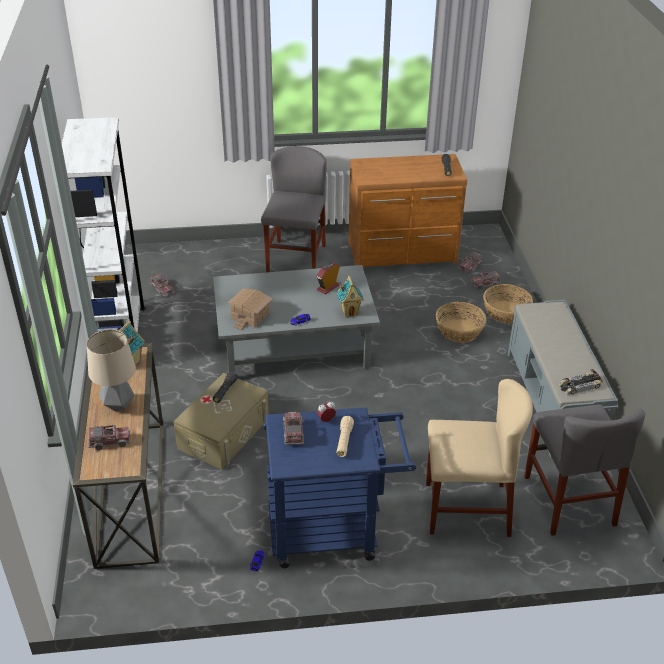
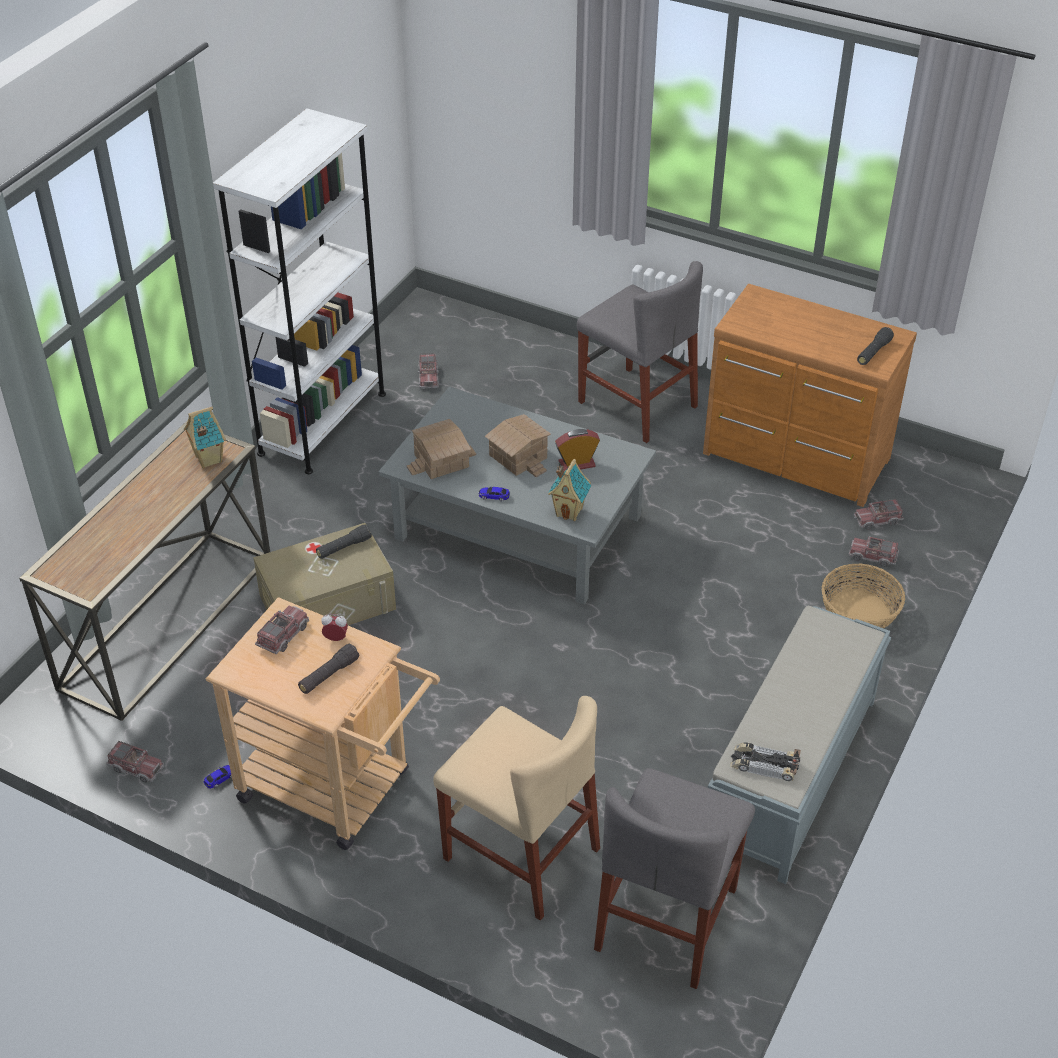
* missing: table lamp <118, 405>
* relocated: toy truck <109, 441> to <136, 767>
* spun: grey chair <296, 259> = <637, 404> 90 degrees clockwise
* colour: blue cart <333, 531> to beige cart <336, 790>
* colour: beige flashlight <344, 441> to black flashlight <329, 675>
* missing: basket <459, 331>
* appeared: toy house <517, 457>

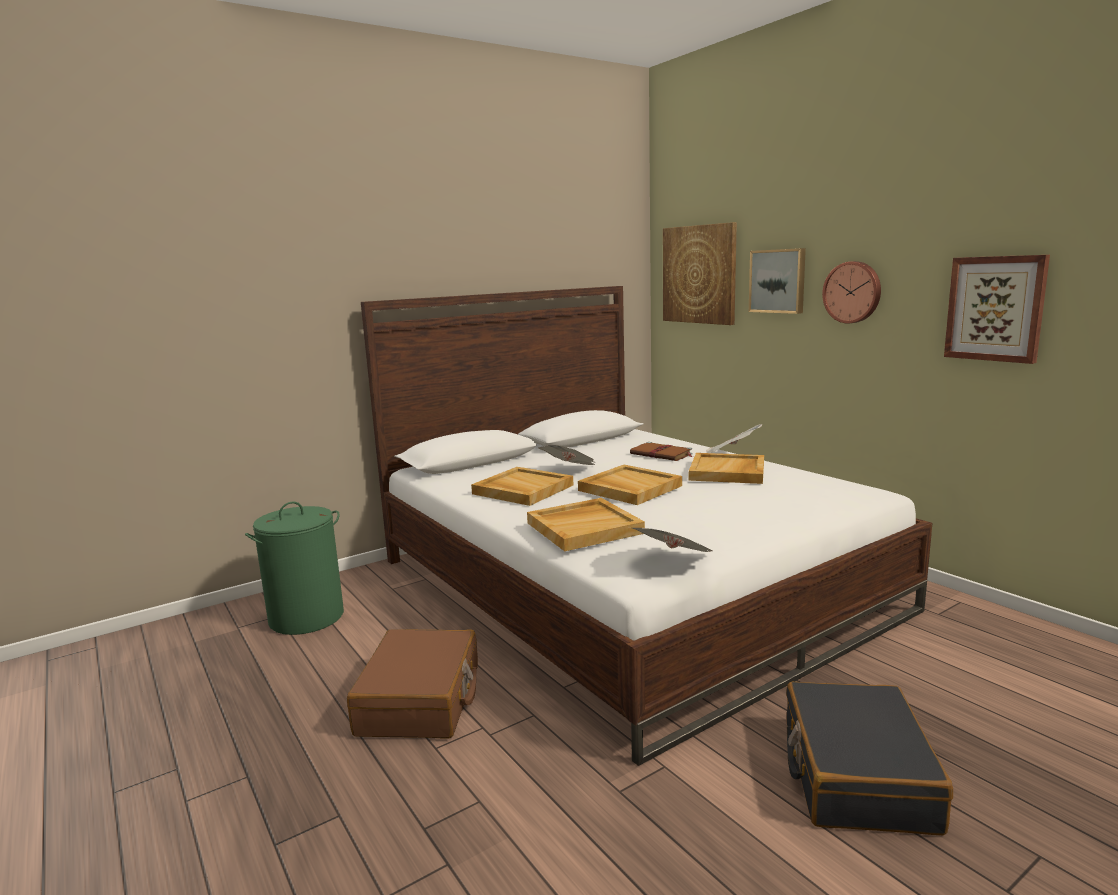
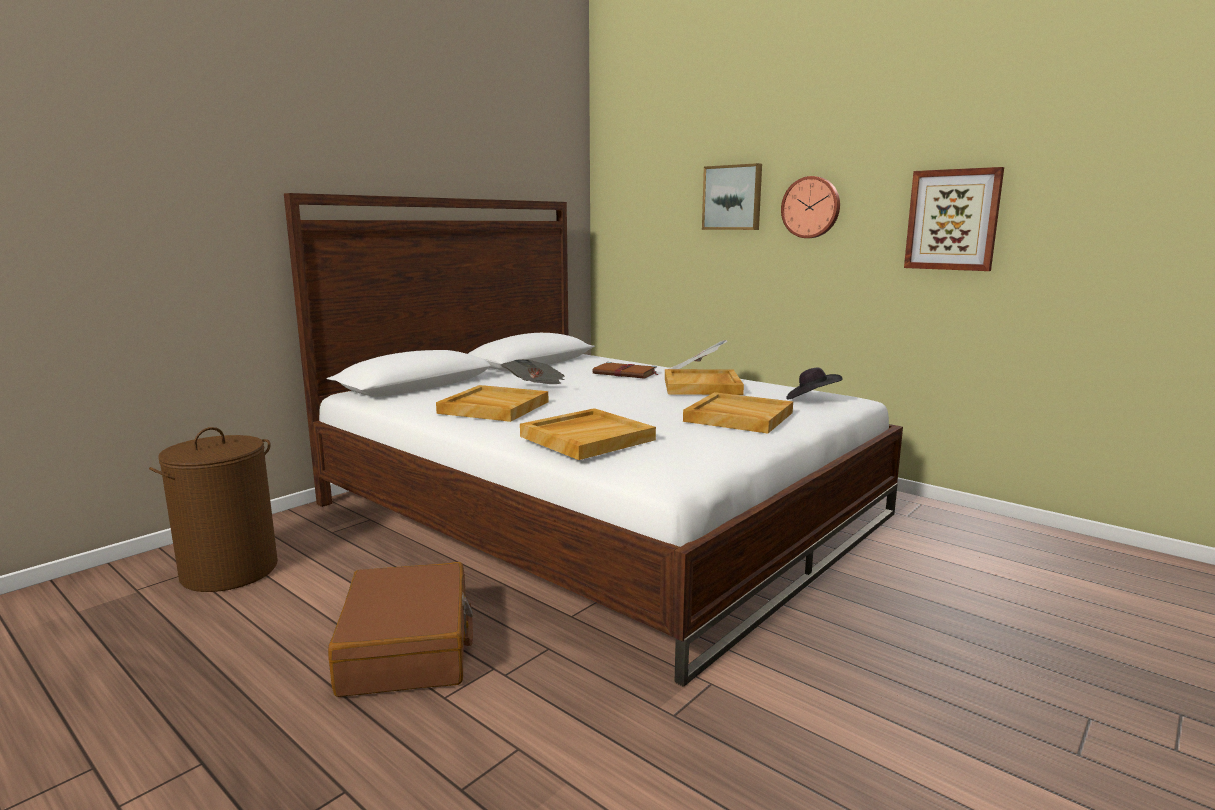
* colour: green laundry basket <307, 617> to brown laundry basket <230, 570>
* relocated: beige tray <629, 488> to <737, 417>
* missing: newspaper <675, 562>
* missing: picture <699, 274>
* missing: black suitcase <856, 775>
* appeared: black hat <811, 399>

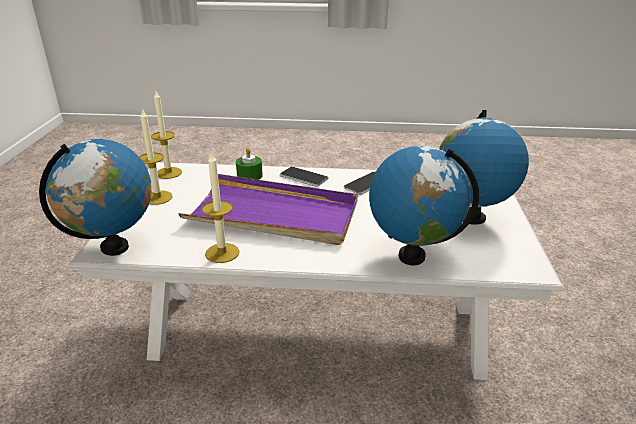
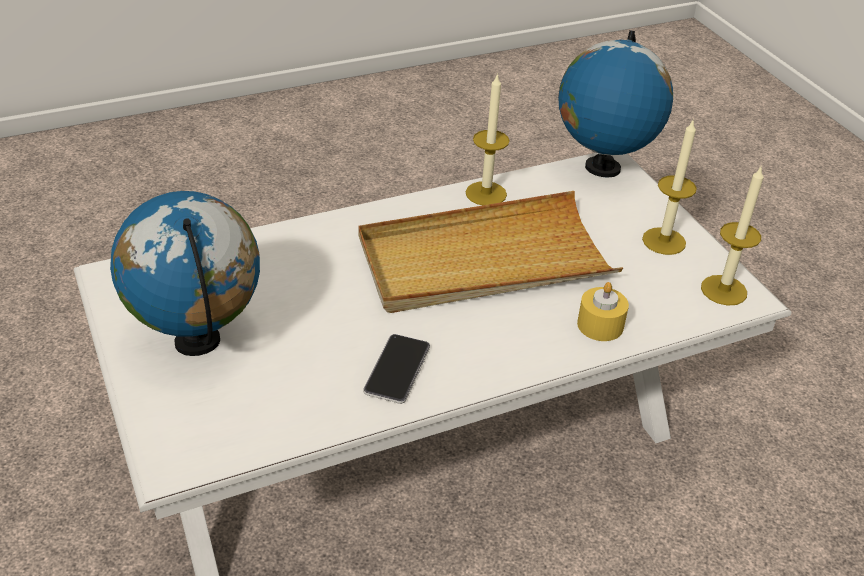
* colour: purple tray <273, 214> to beige tray <484, 260>
* colour: green candle <249, 176> to yellow candle <600, 325>
* missing: phone <303, 177>
* missing: globe <412, 256>

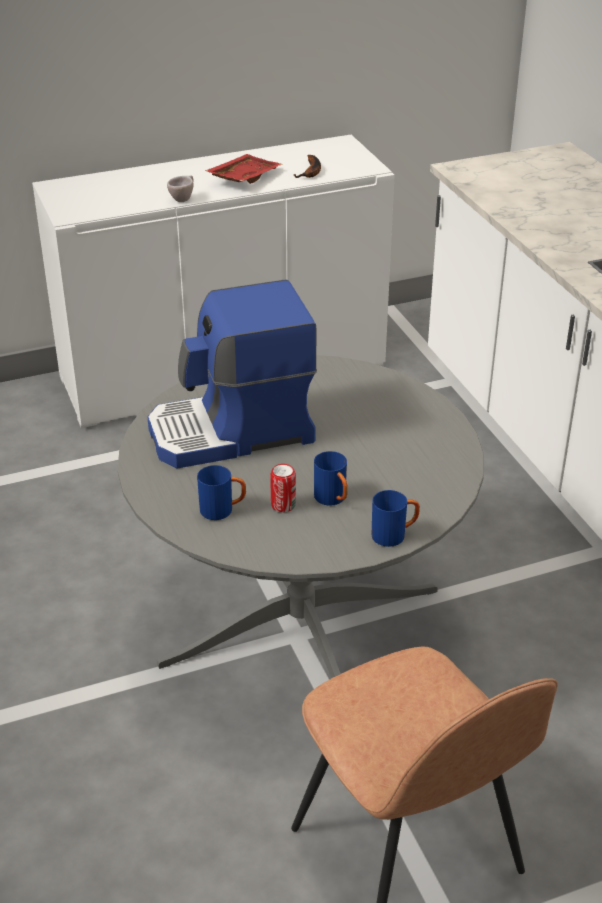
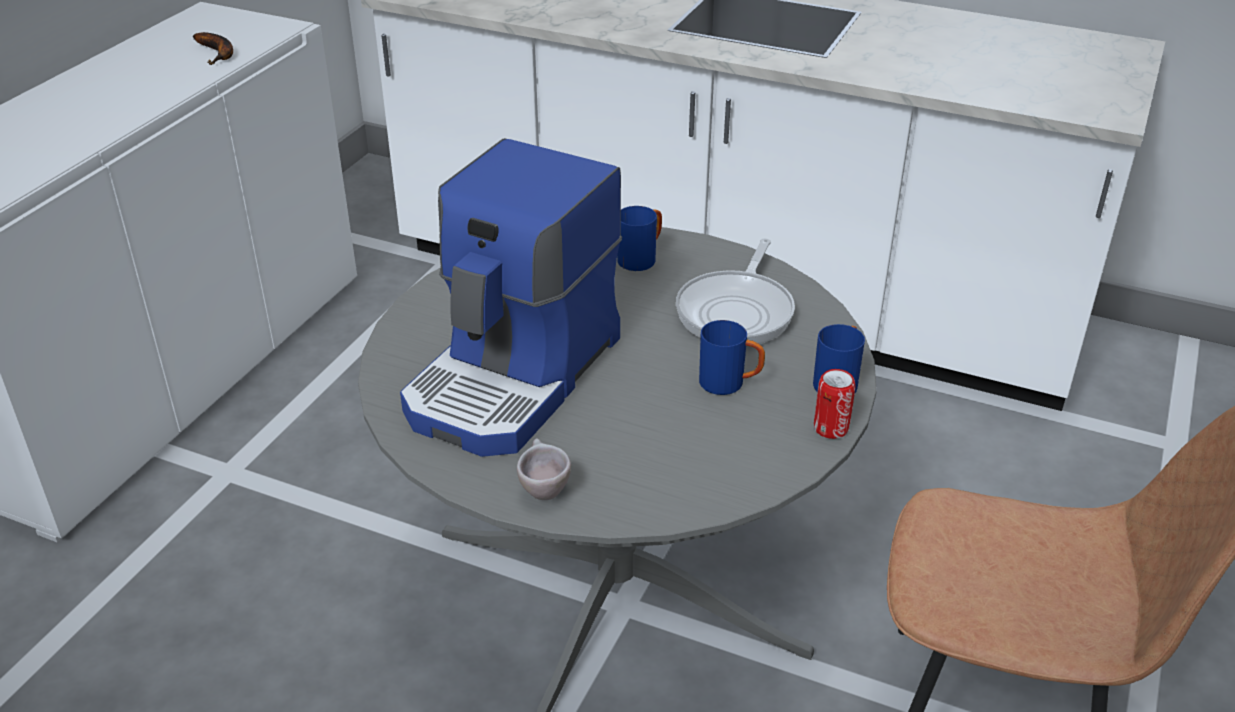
* relocated: beige cup <183, 199> to <542, 489>
* relocated: blue mug <223, 510> to <641, 258>
* missing: red tray <243, 178>
* relocated: can <283, 505> to <831, 428>
* appeared: frying pan <737, 311>

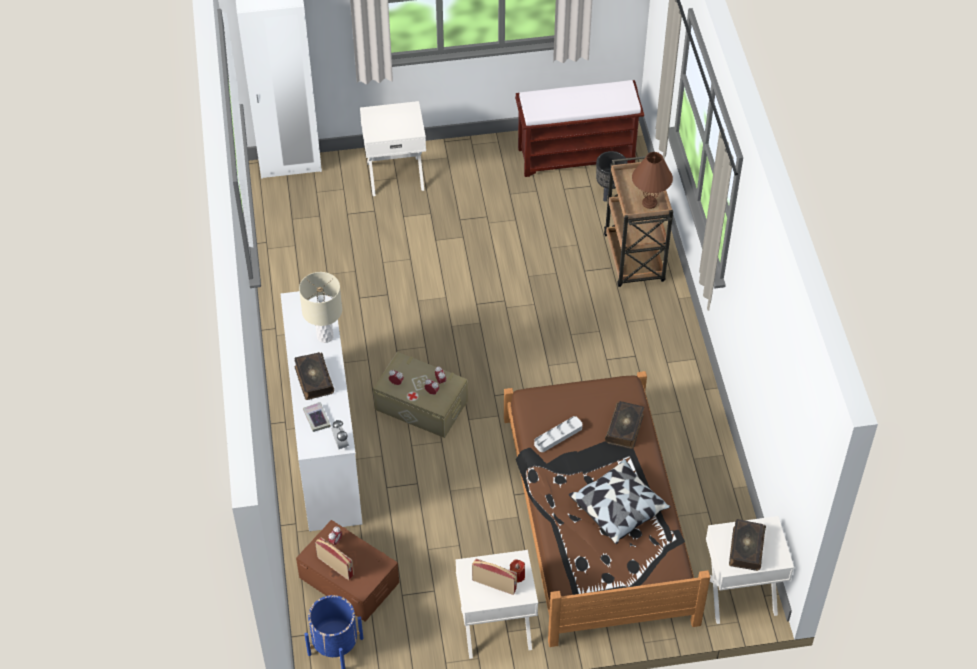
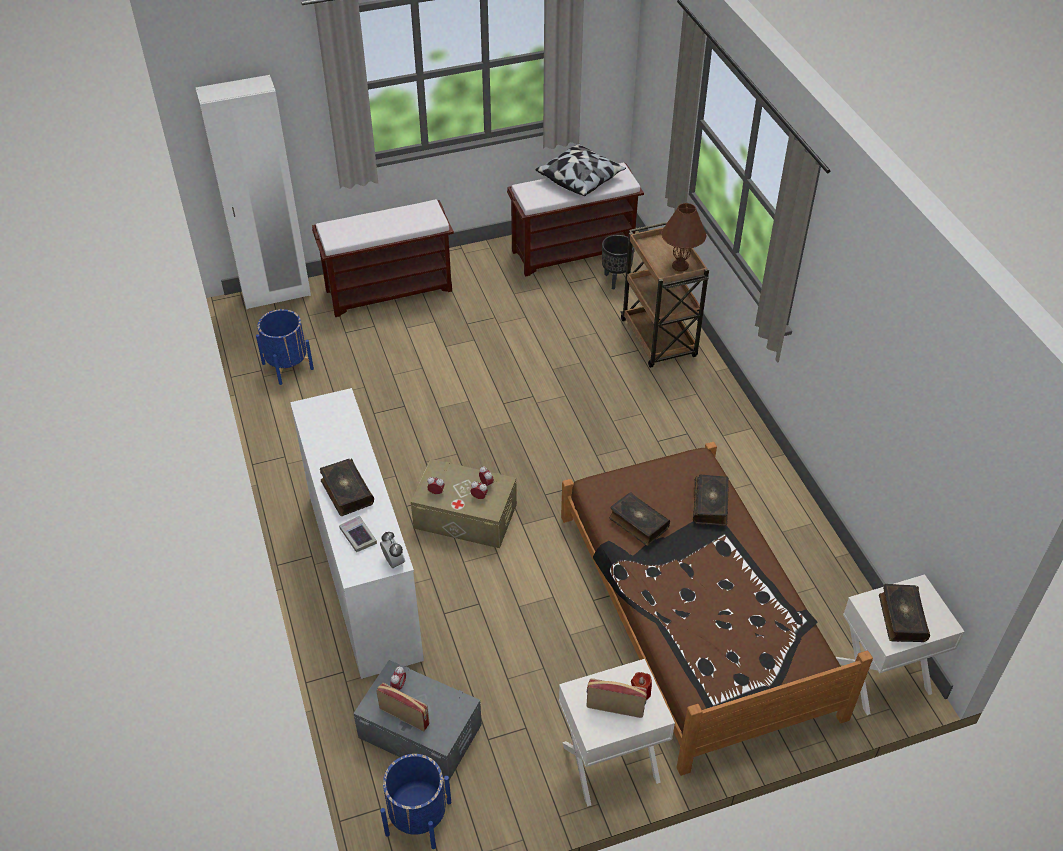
* colour: brown storage box <349, 580> to grey storage box <420, 731>
* missing: beige table lamp <325, 336>
* exchanged: white nightstand <395, 175> to brown bench <390, 289>
* exchanged: grey tray <558, 436> to book <638, 523>
* relocated: pillow <619, 508> to <580, 179>
* appeared: blue planter <287, 366>

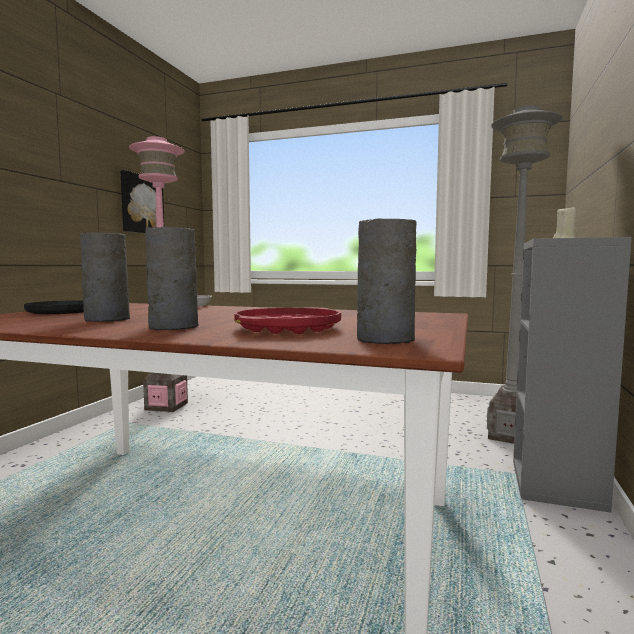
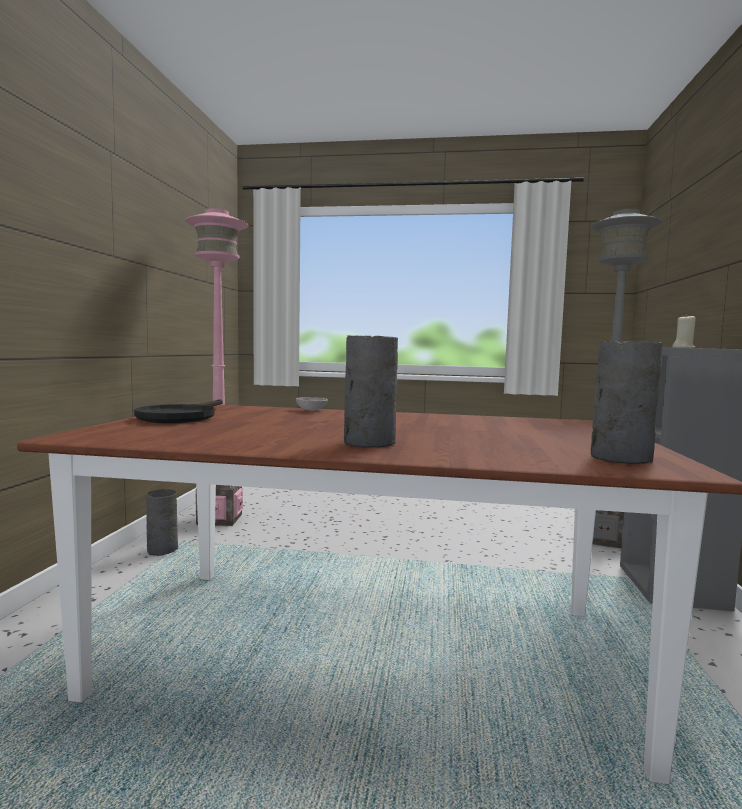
* relocated: grey vase <106, 319> to <162, 550>
* missing: picture <141, 204>
* missing: red tray <288, 328>

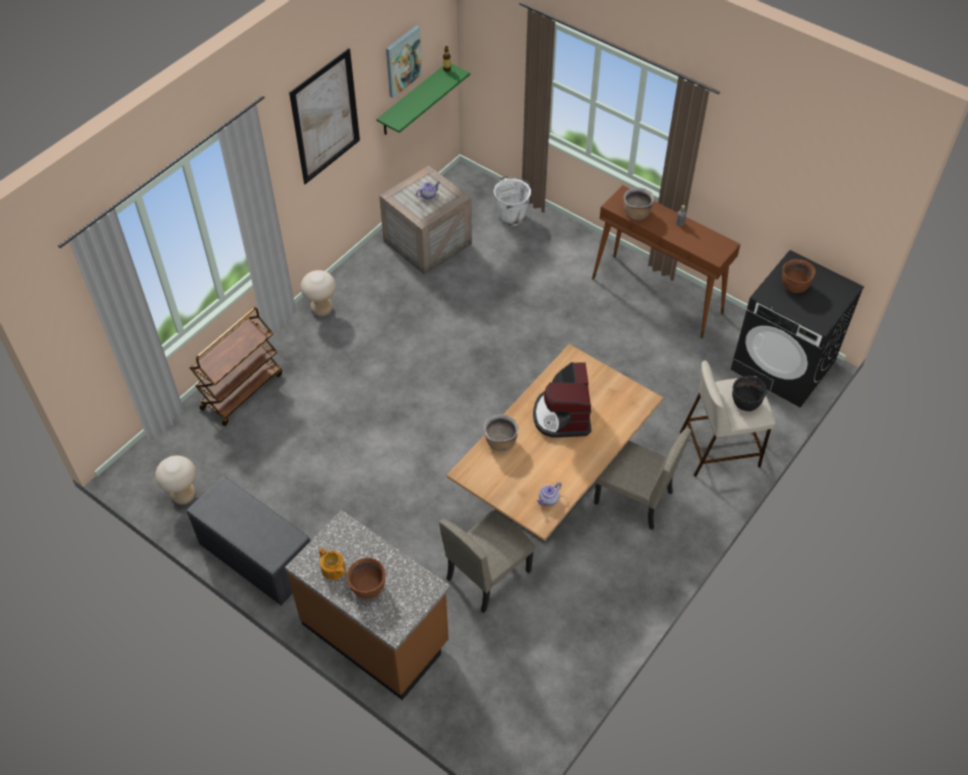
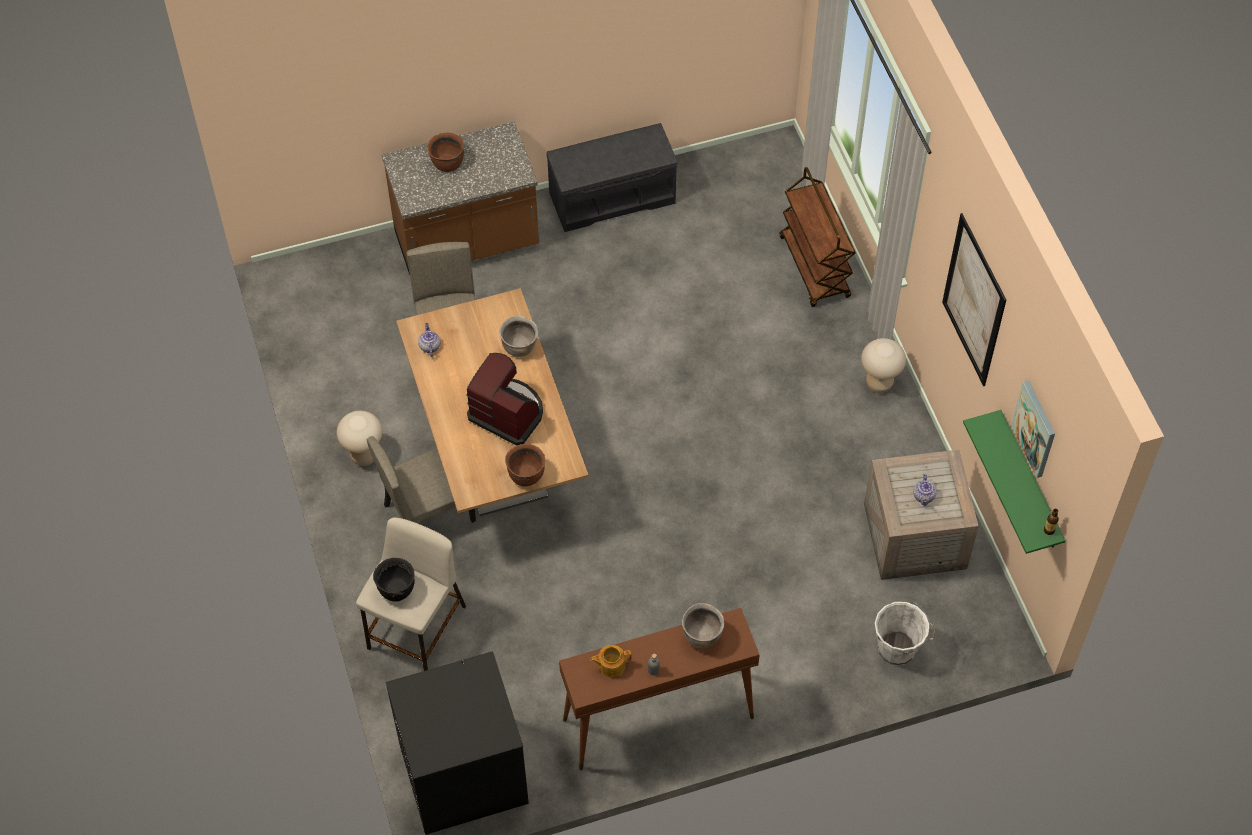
* relocated: beige stool <183, 495> to <364, 456>
* relocated: teapot <333, 570> to <611, 665>
* relocated: brown cooking pot <794, 286> to <526, 475>

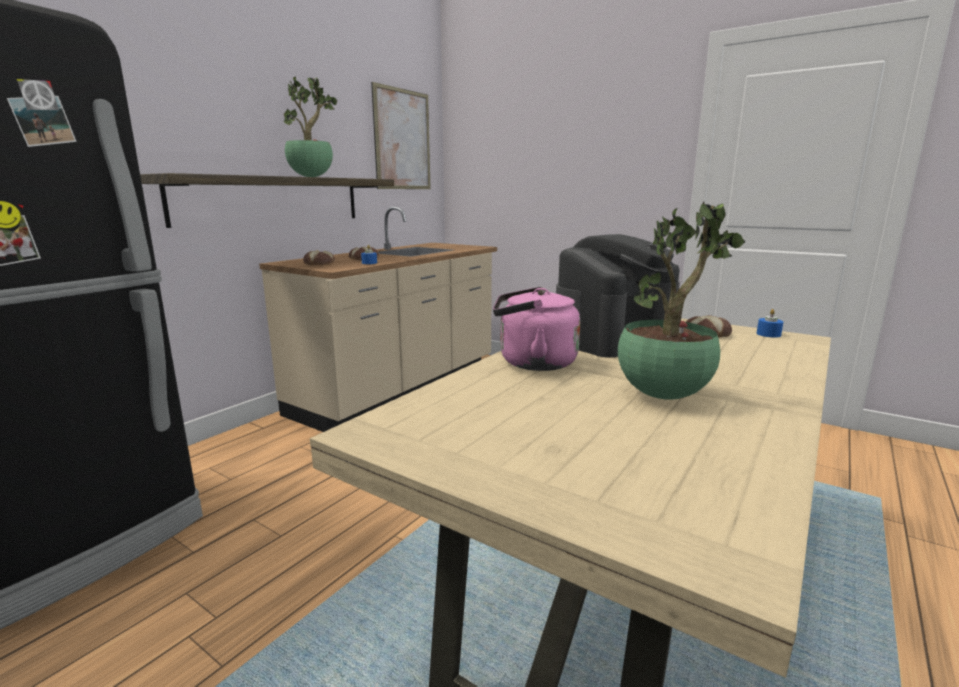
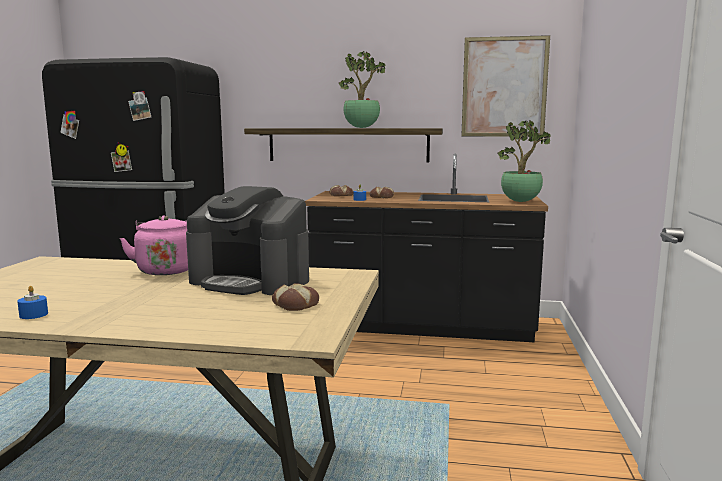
* colour: beige counter <400, 388> to black counter <421, 327>
* relocated: potted plant <664, 395> to <521, 201>
* relocated: blue candle <768, 334> to <33, 315>

